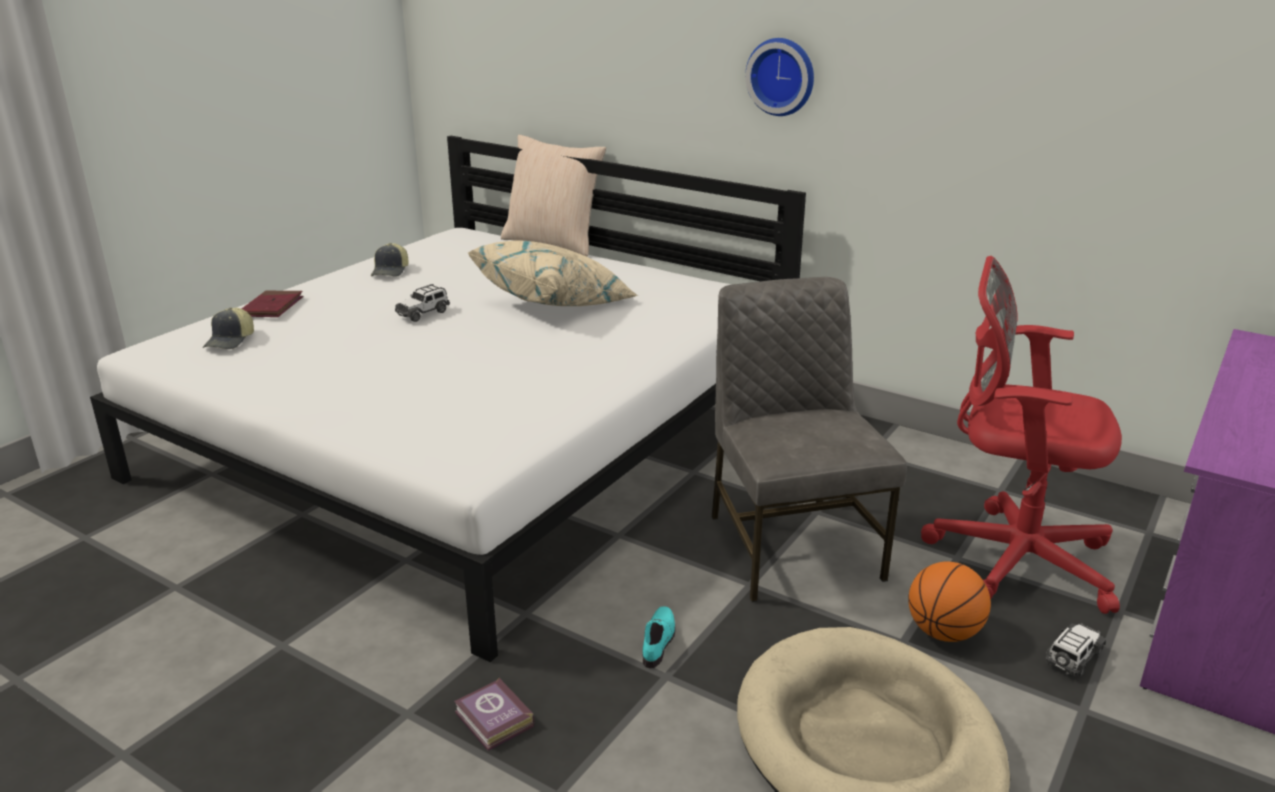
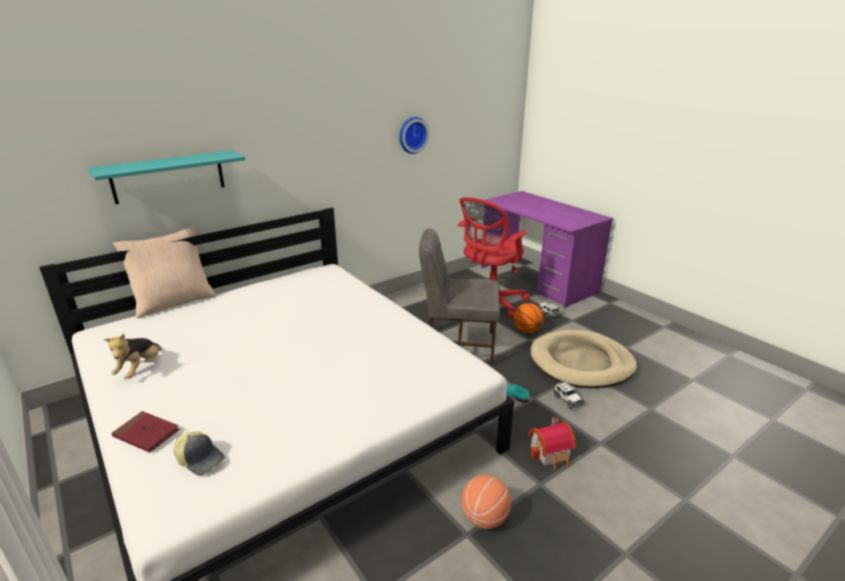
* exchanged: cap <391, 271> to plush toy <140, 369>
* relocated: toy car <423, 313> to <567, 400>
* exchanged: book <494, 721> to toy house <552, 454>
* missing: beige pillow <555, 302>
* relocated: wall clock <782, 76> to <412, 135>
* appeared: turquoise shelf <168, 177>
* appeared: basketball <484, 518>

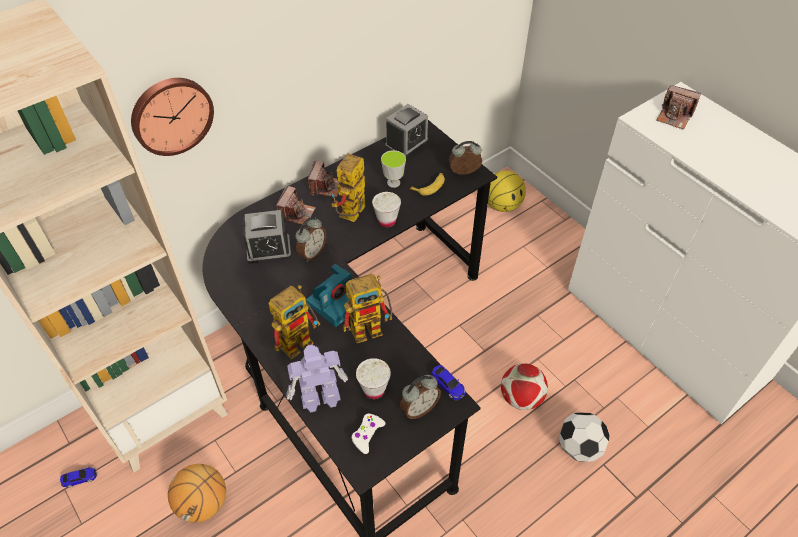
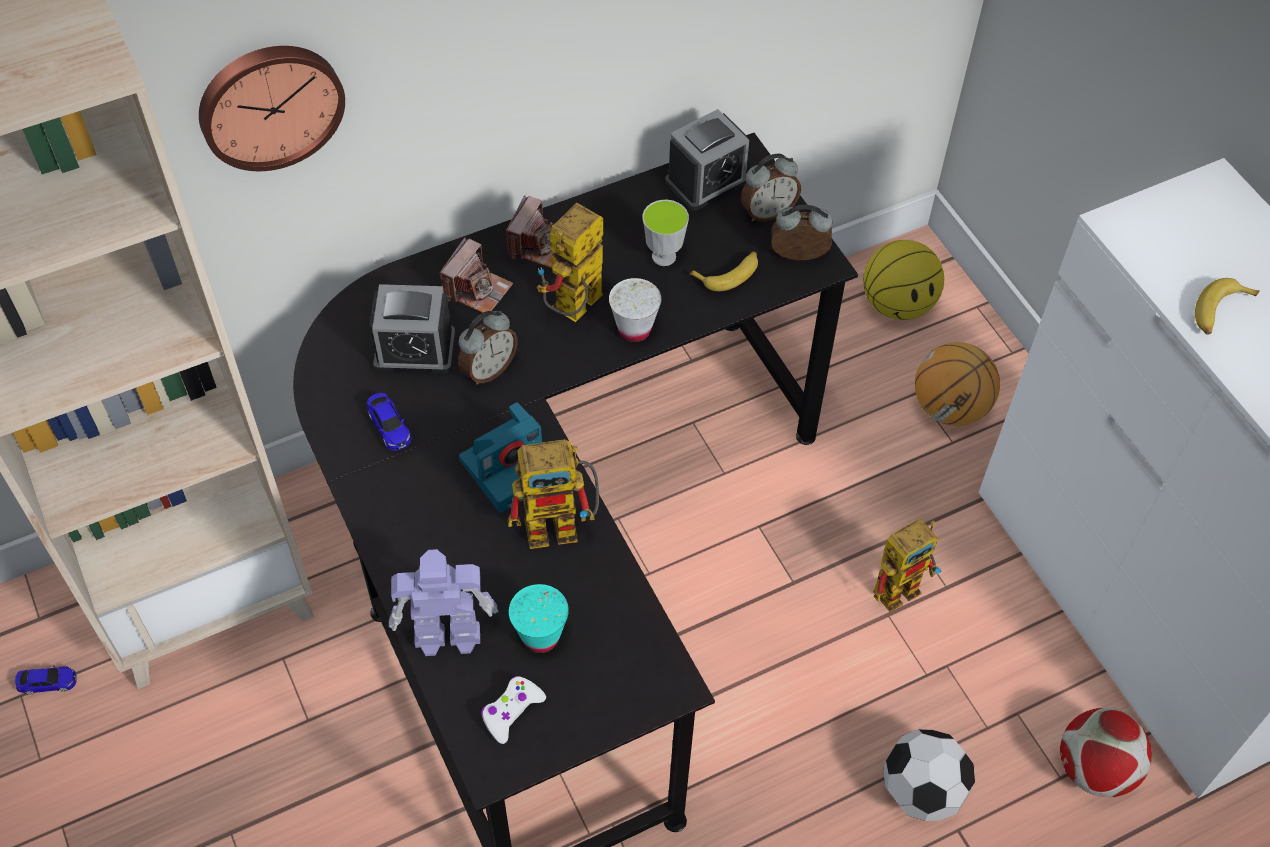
* relocated: basketball <203, 503> to <950, 408>
* relocated: toy robot <300, 339> to <902, 584>
* colour: white cup <374, 390> to turquoise cup <540, 636>
* relocated: alarm clock <419, 408> to <767, 212>
* relocated: toy car <448, 385> to <389, 426>
* relocated: football <521, 398> to <1094, 769>
* missing: photo camera <674, 116>
* appeared: banana <1219, 312>

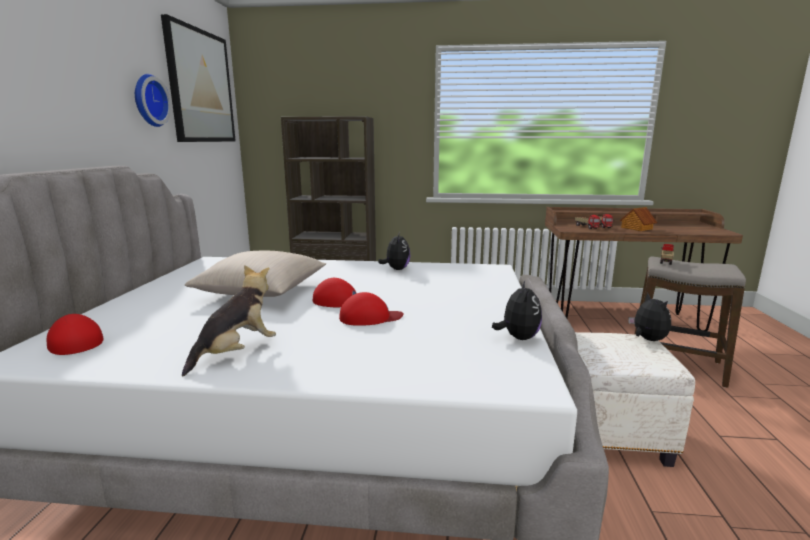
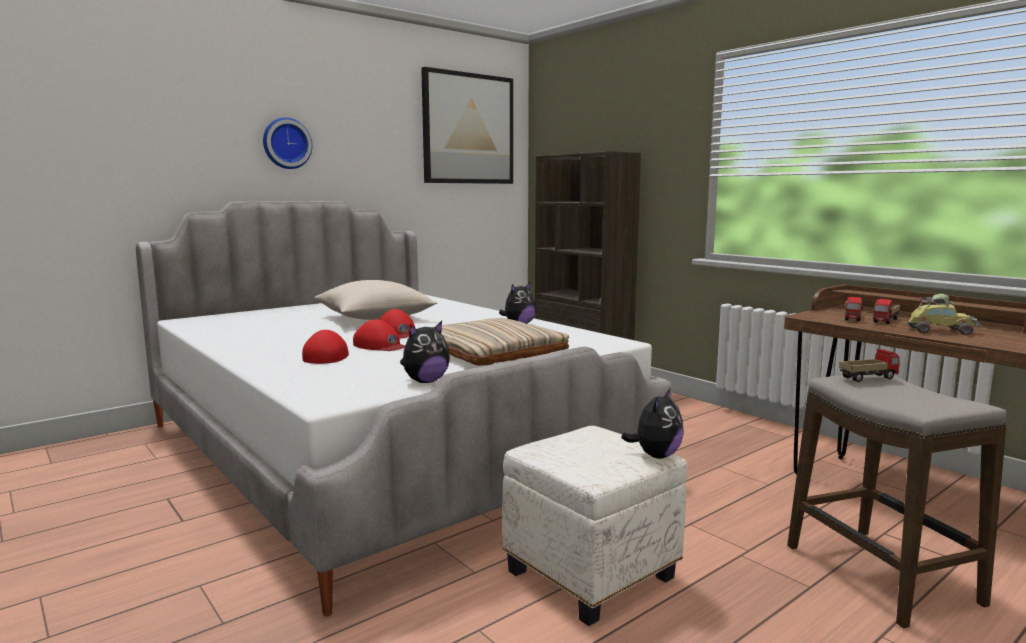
* relocated: red cap <75, 341> to <327, 356>
* relocated: wall clock <148, 100> to <286, 143>
* missing: plush toy <236, 353>
* exchanged: toy house <636, 228> to toy car <940, 331>
* appeared: beige pillow <492, 352>

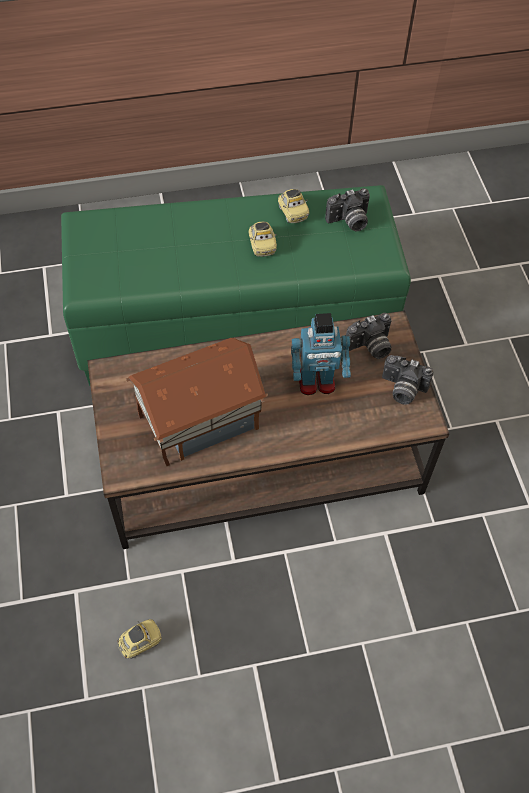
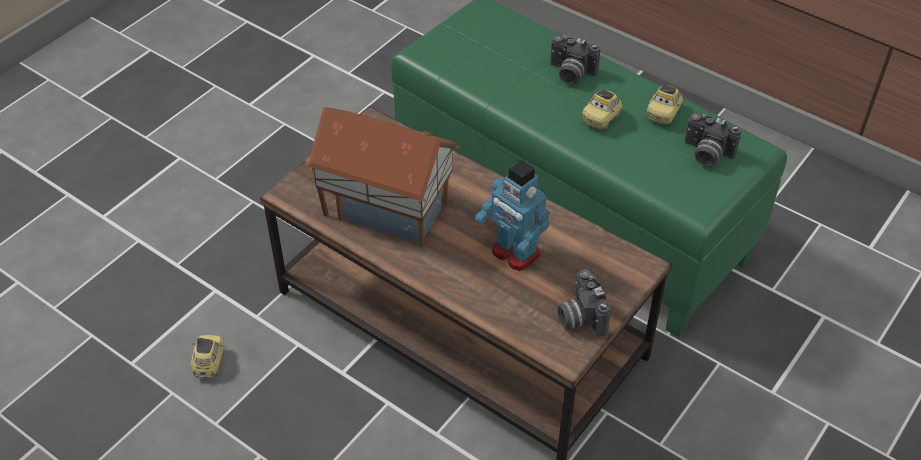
* spun: toy car <140, 642> = <209, 362> 105 degrees counterclockwise
* relocated: photo camera <370, 347> to <570, 74>

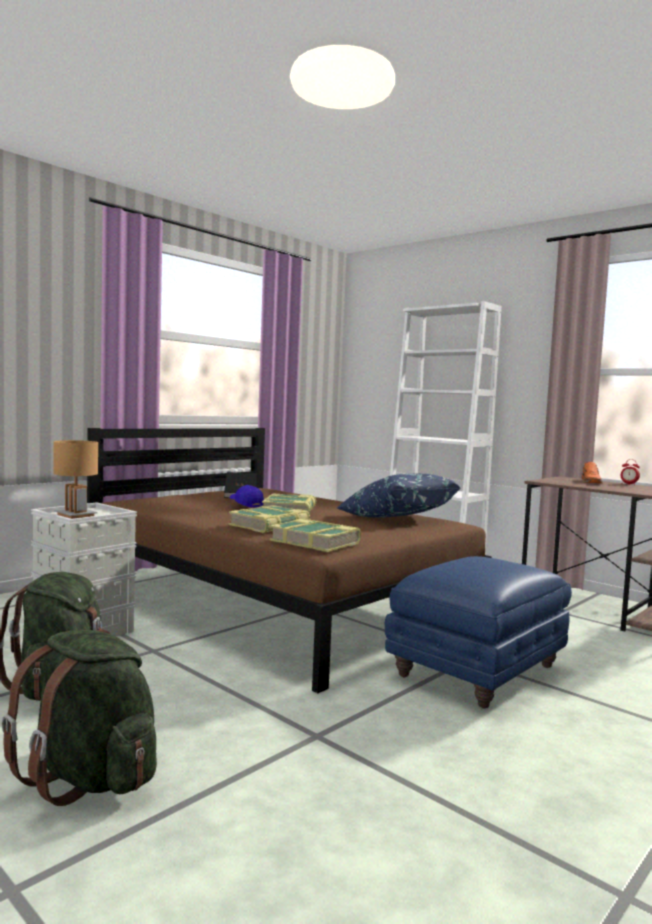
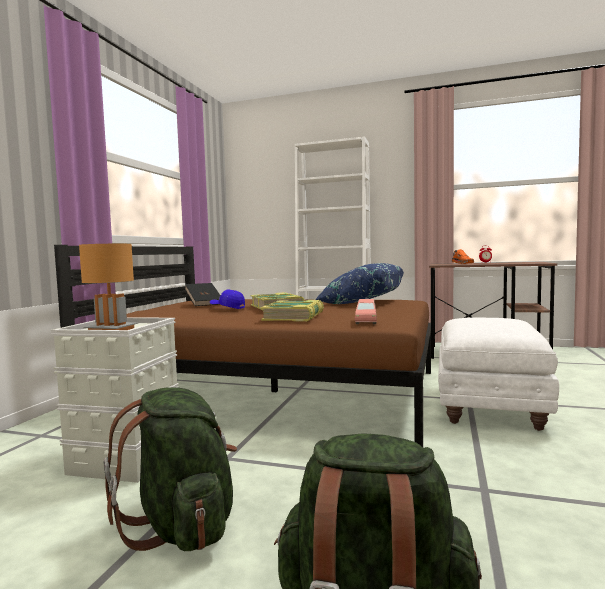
* exchanged: book <315, 542> to pink toy car <366, 321>
* colour: blue ottoman <477, 670> to white ottoman <488, 406>

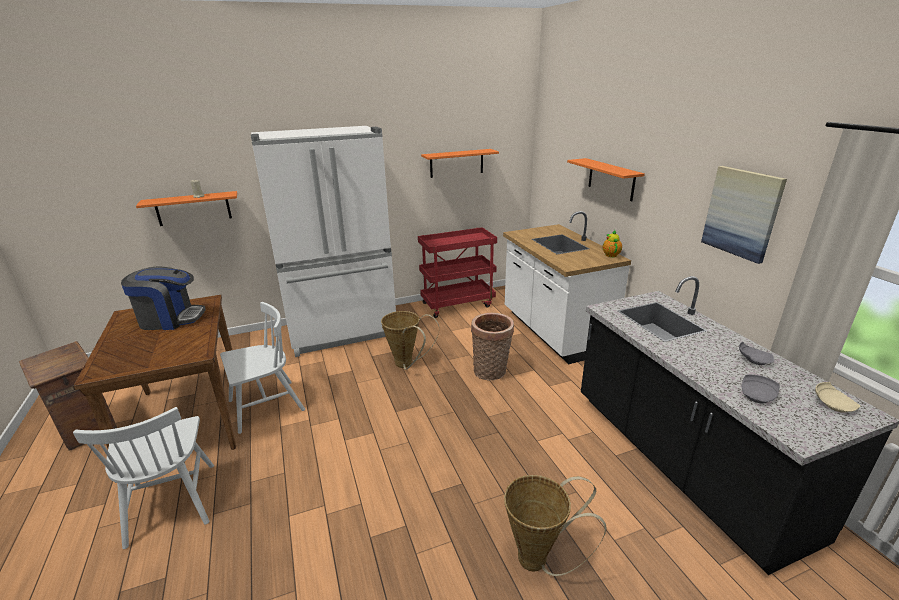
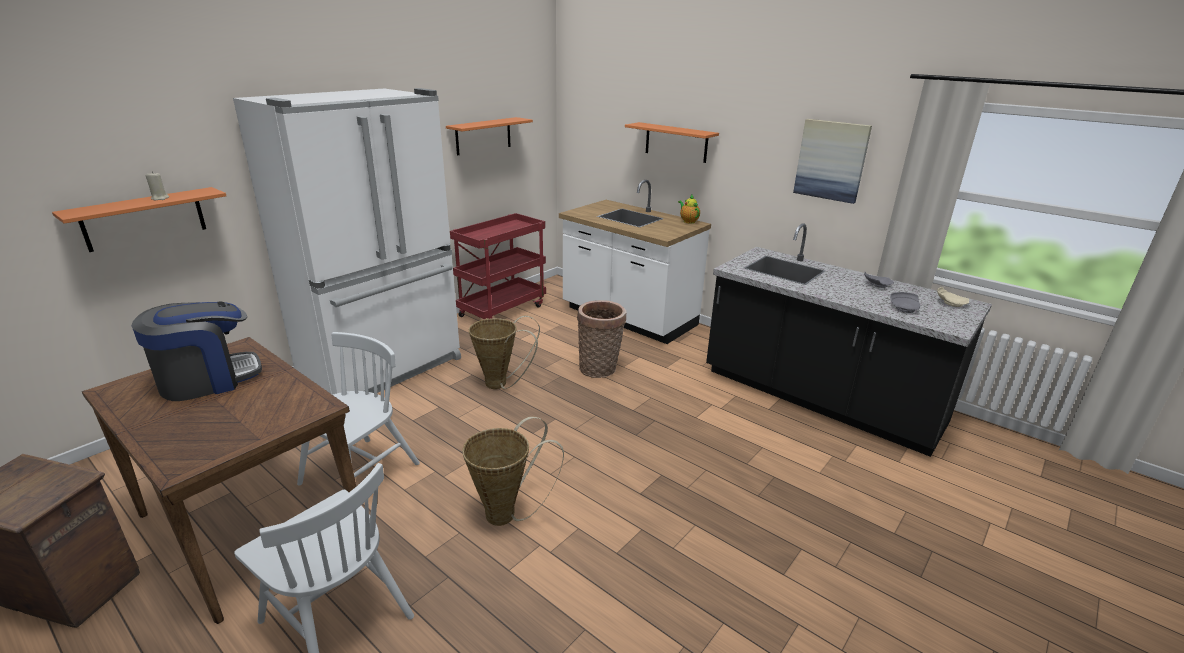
* relocated: basket <539, 560> to <508, 514>

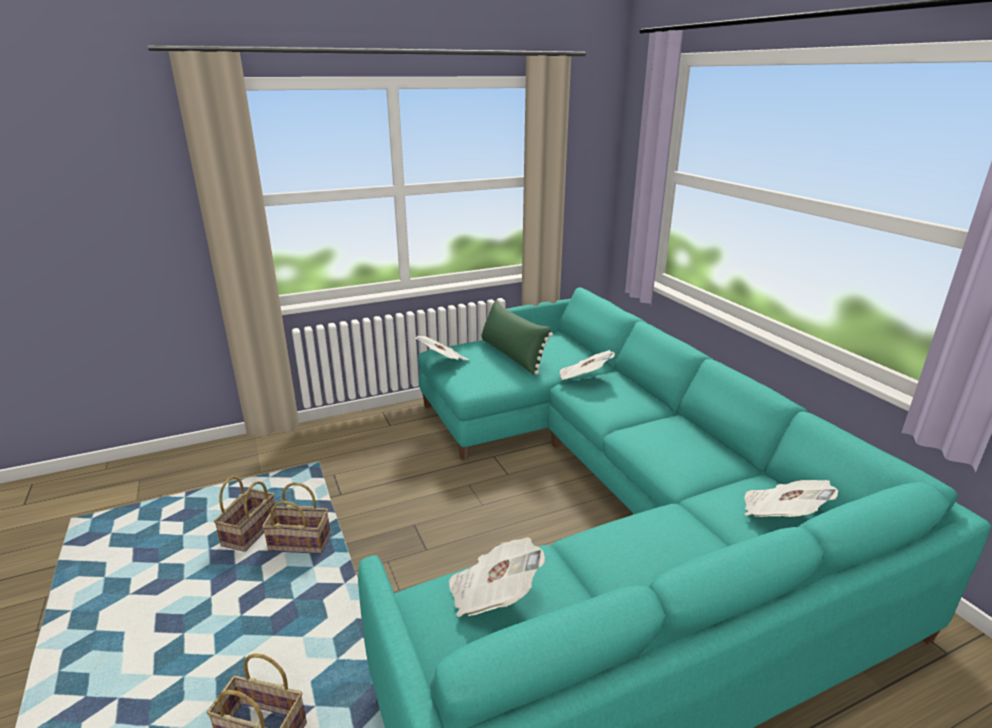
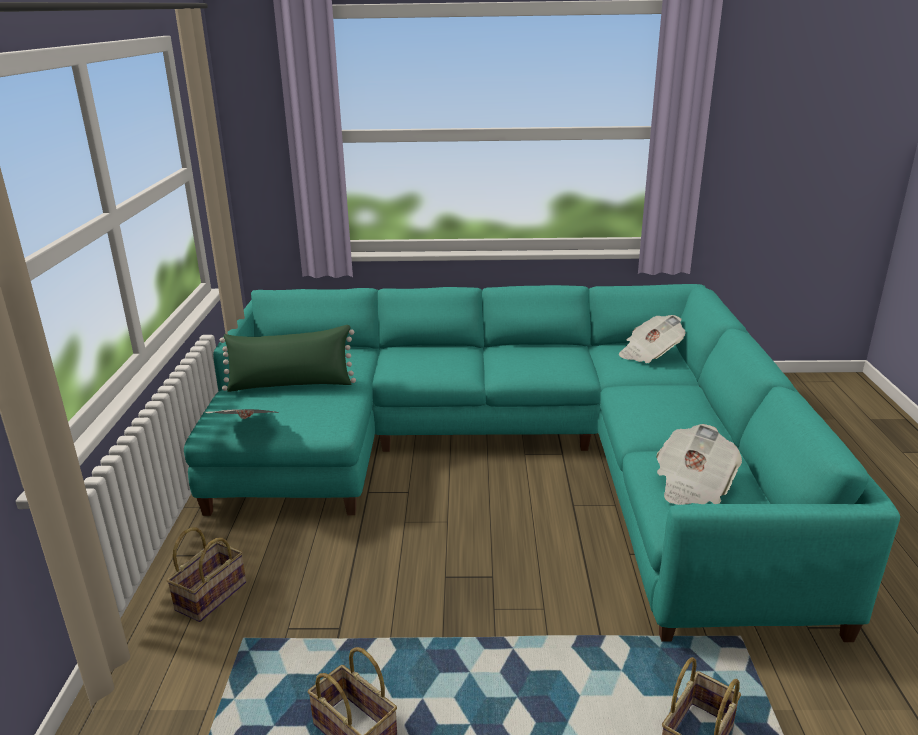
* relocated: basket <302, 542> to <211, 594>
* missing: newspaper <583, 378>

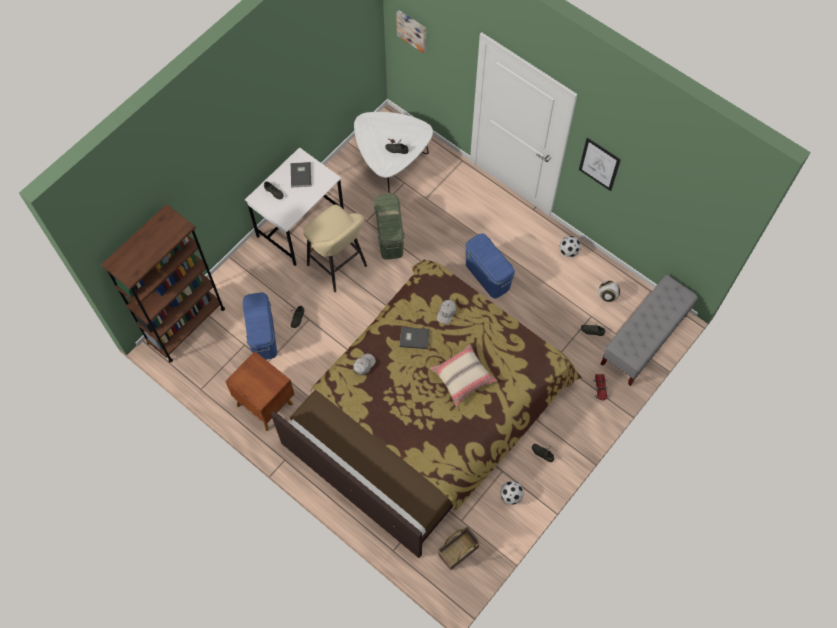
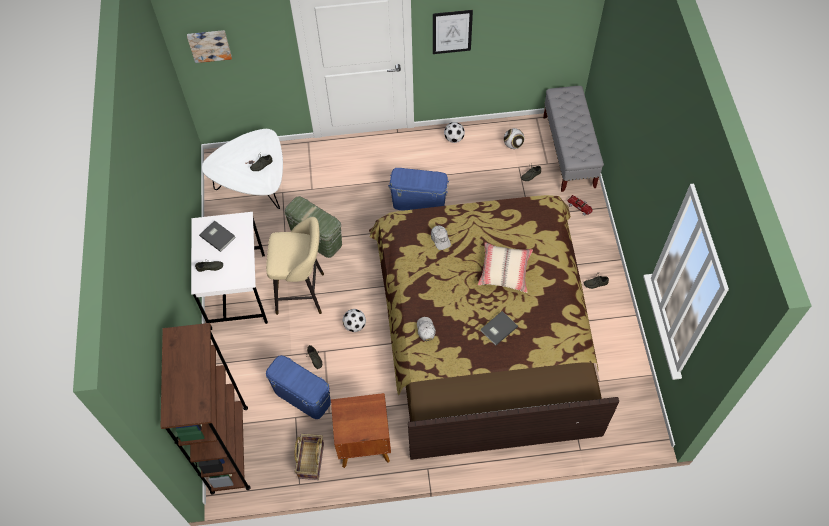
* relocated: grey book <414, 337> to <498, 328>
* relocated: basket <458, 552> to <312, 461>
* relocated: football <511, 495> to <354, 325>

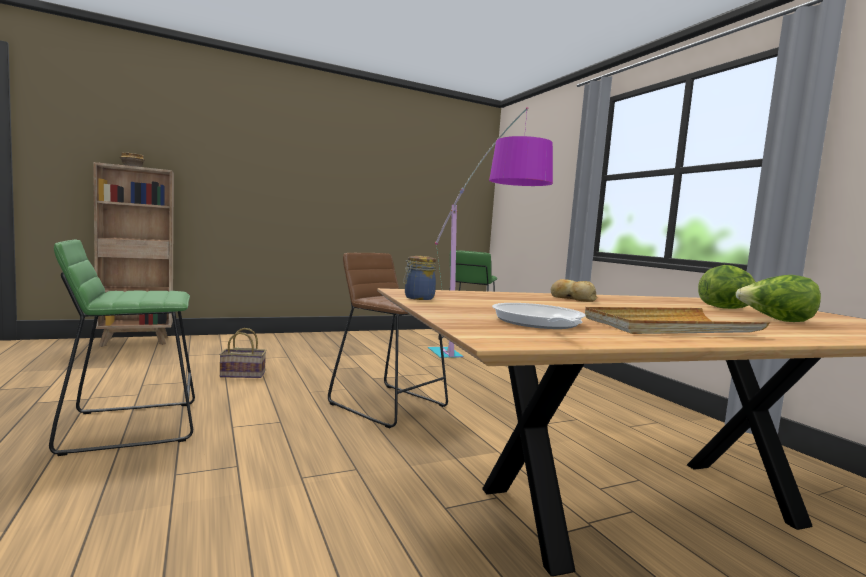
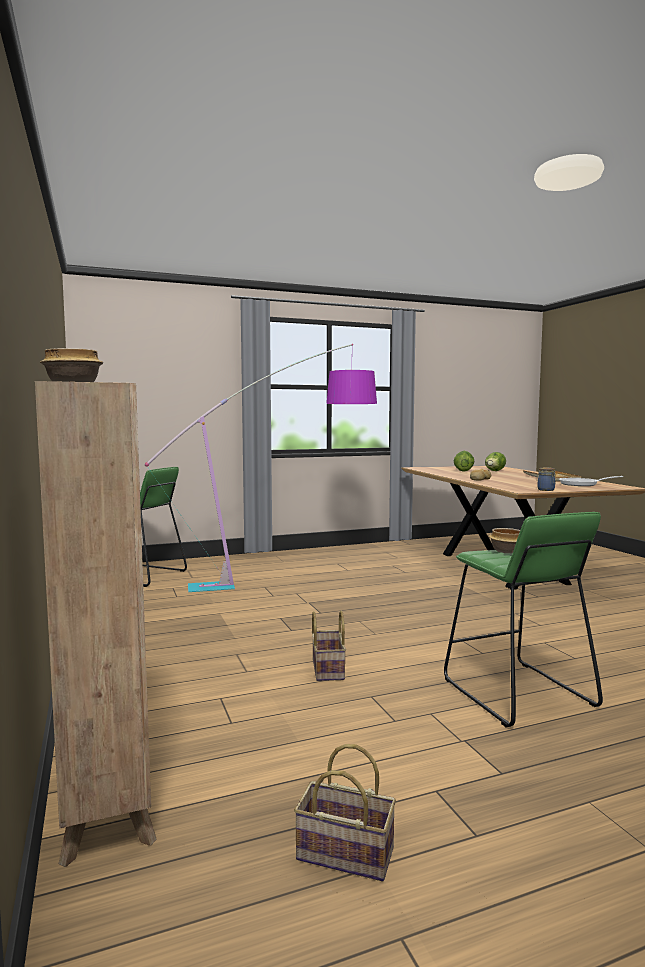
* missing: brown stool <389, 404>
* appeared: basket <342, 854>
* appeared: bowl <506, 551>

